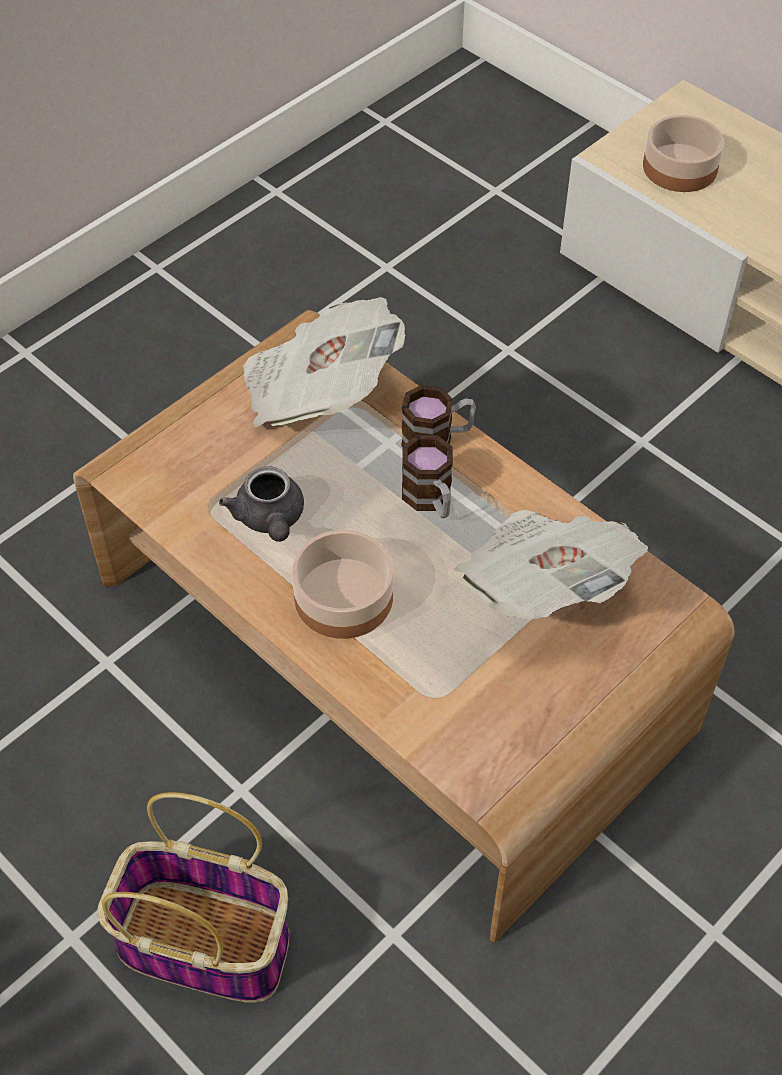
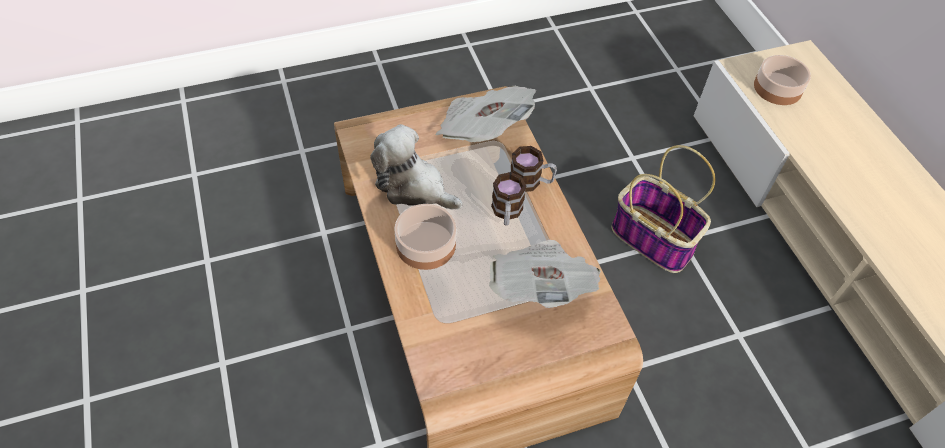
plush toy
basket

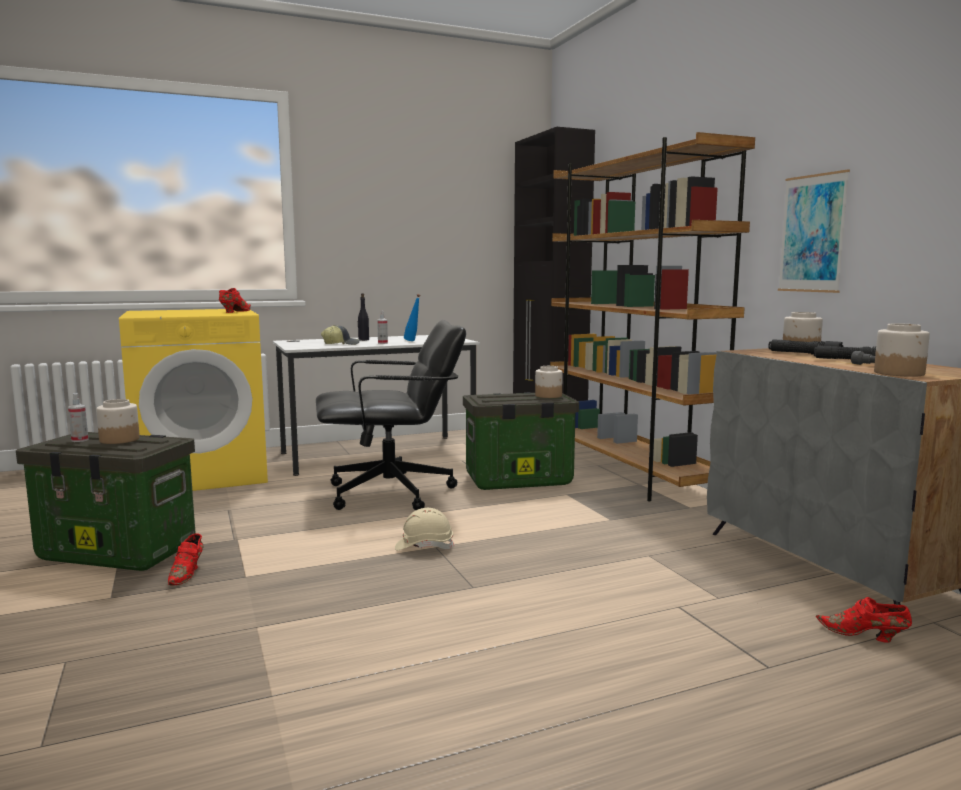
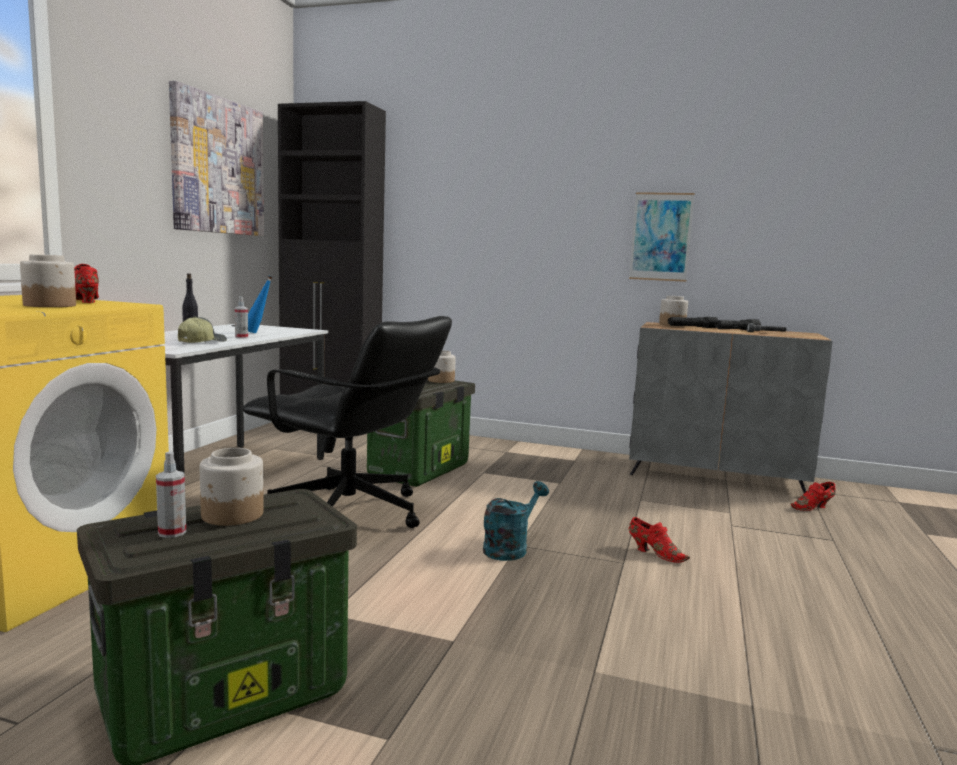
brown bookcase
black office chair
jar (1st from left)
turquoise watering can
red shoe (2nd from left)
picture (1st from left)

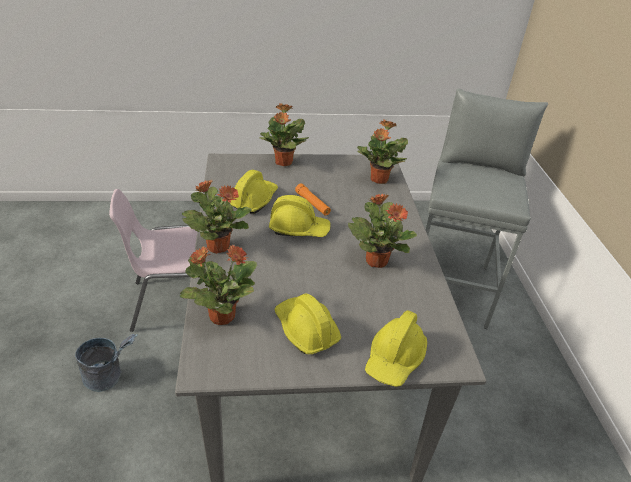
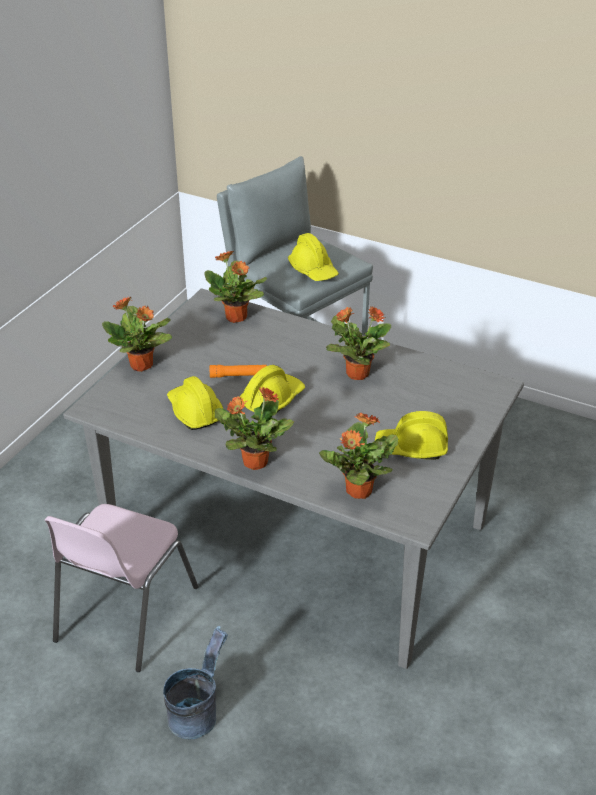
yellow hard hat (3rd from left)

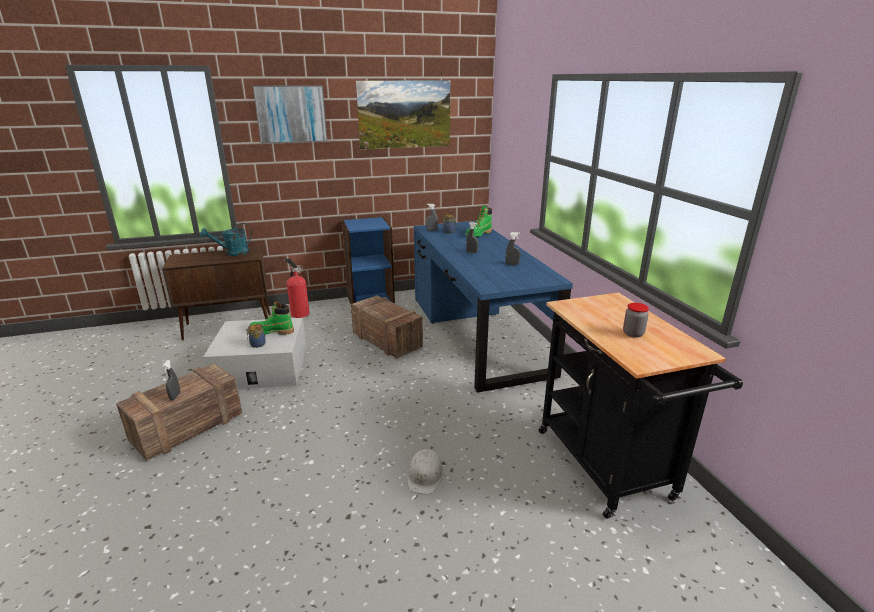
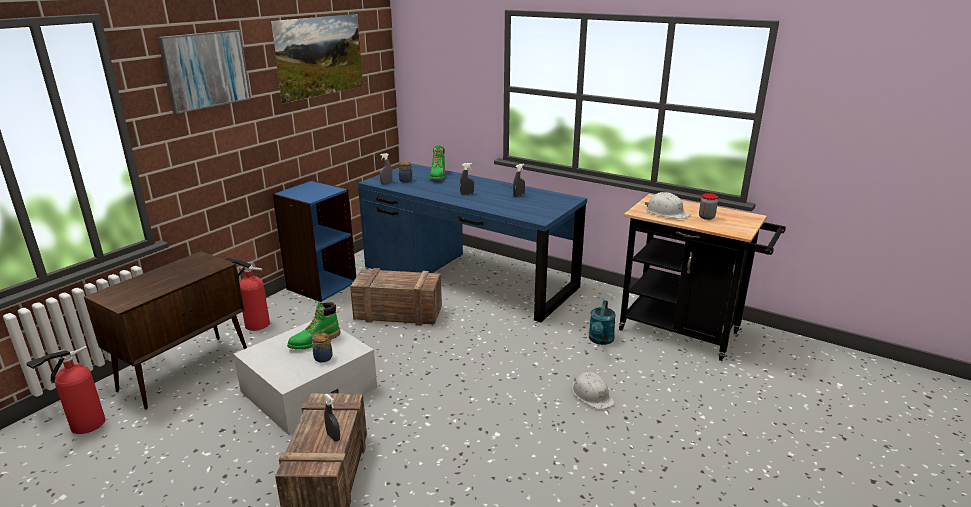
turquoise watering can
white hard hat (2nd from left)
fire extinguisher (1st from left)

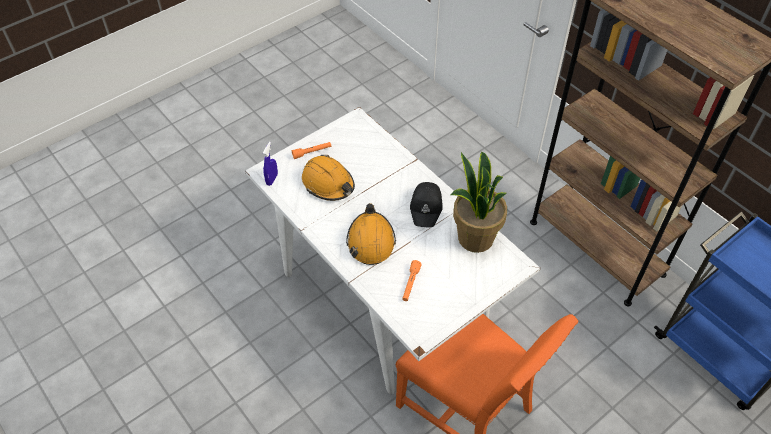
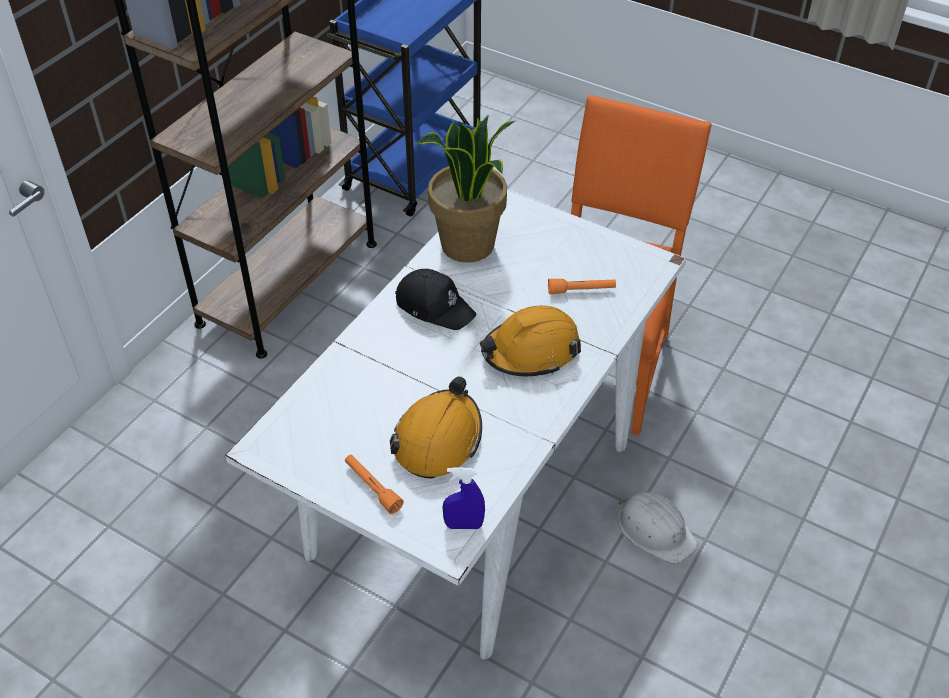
black cap
white hard hat

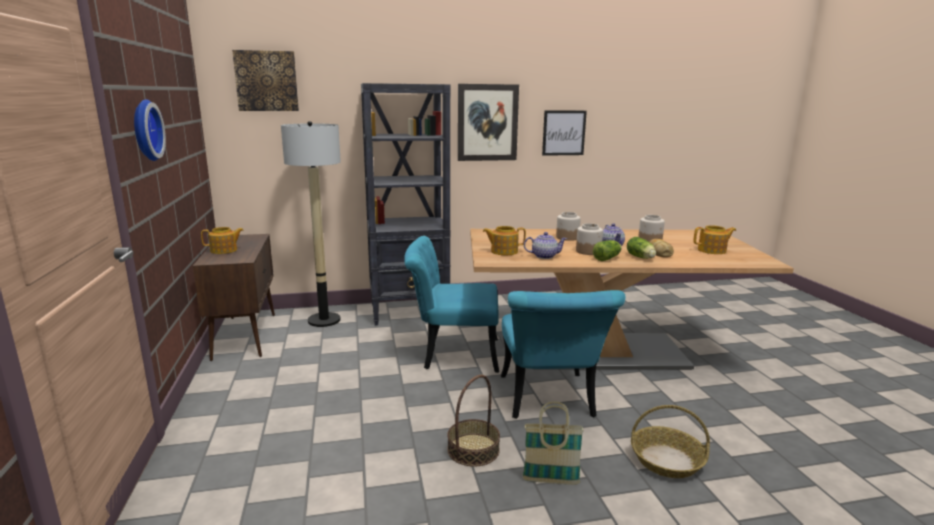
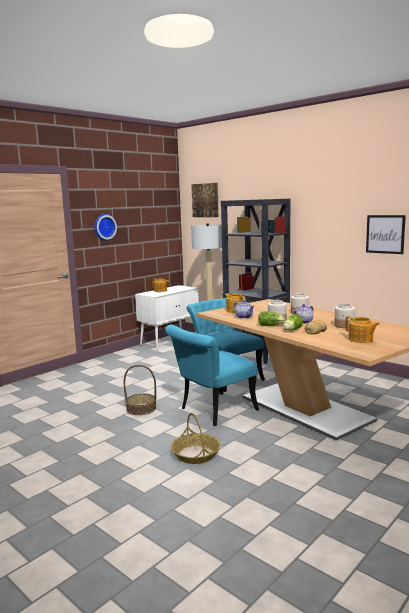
picture (2nd from left in the first image)
white cabinet
basket (2nd from left in the first image)

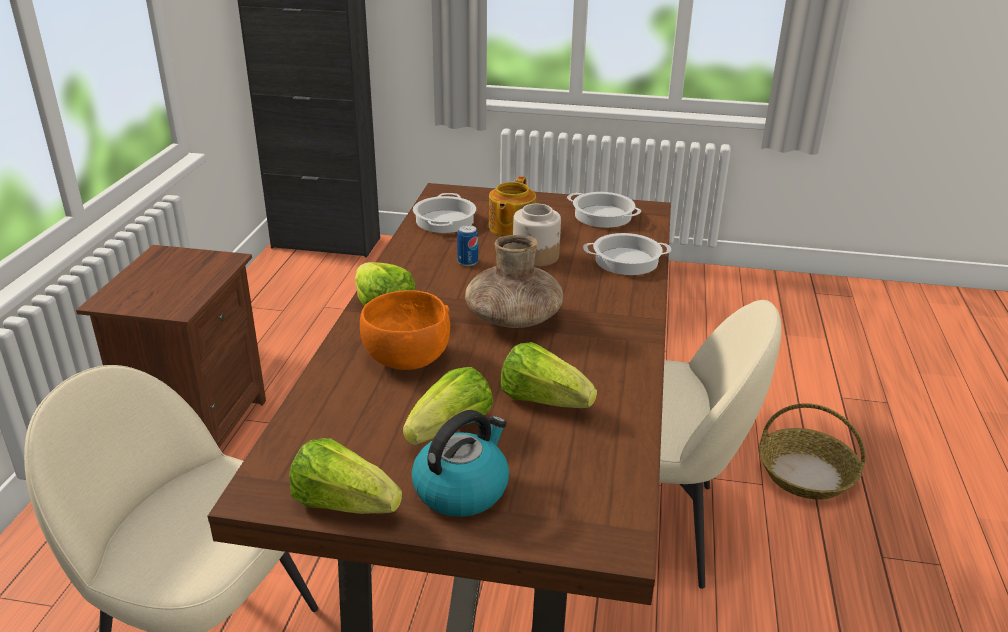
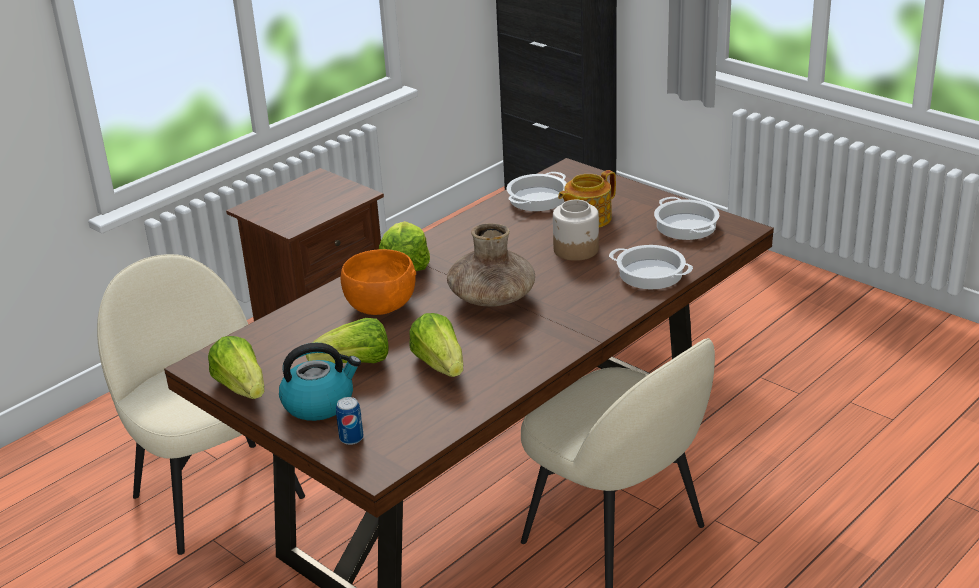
can
basket

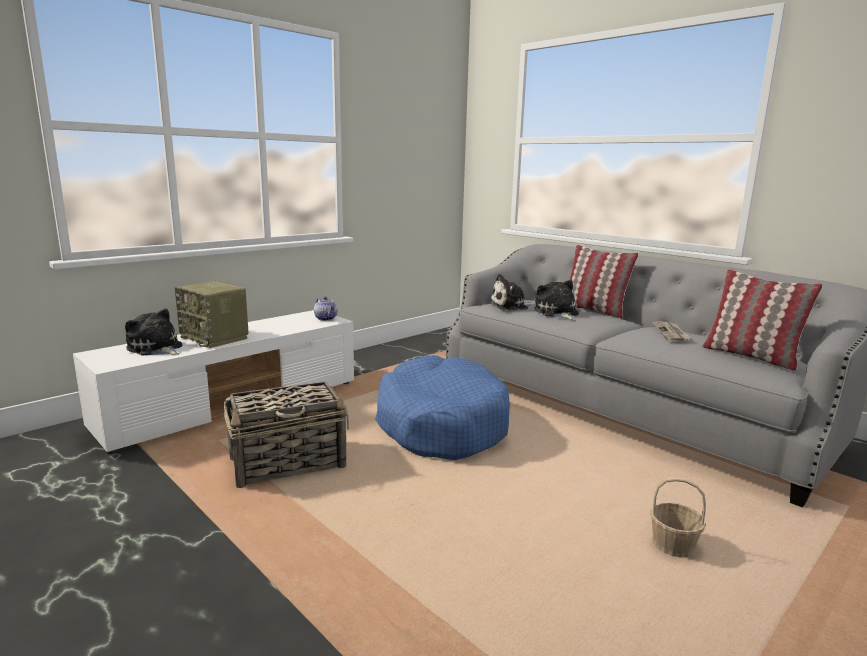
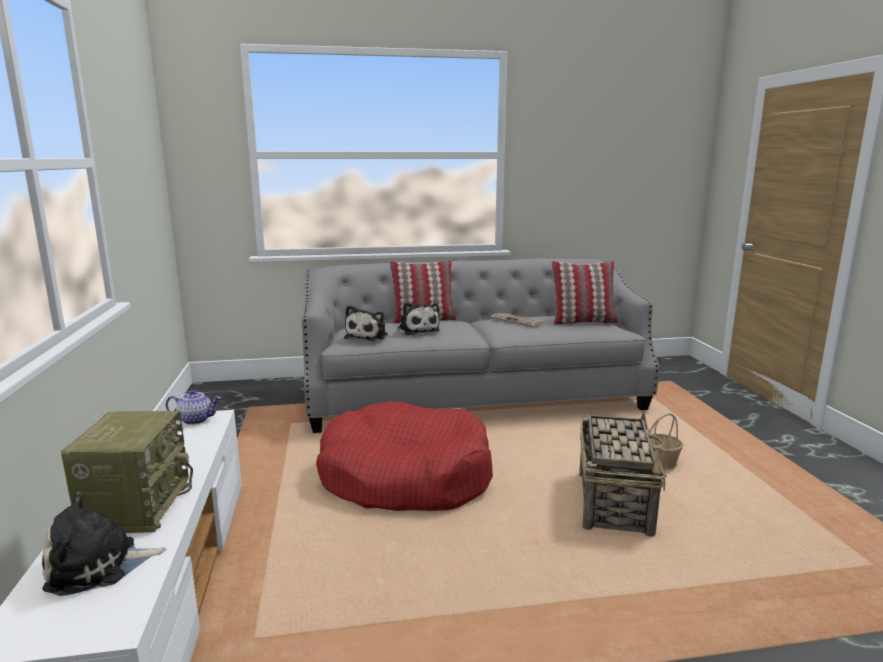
plush toy (3rd from left)
radio
red dog bed
basket (1st from left)

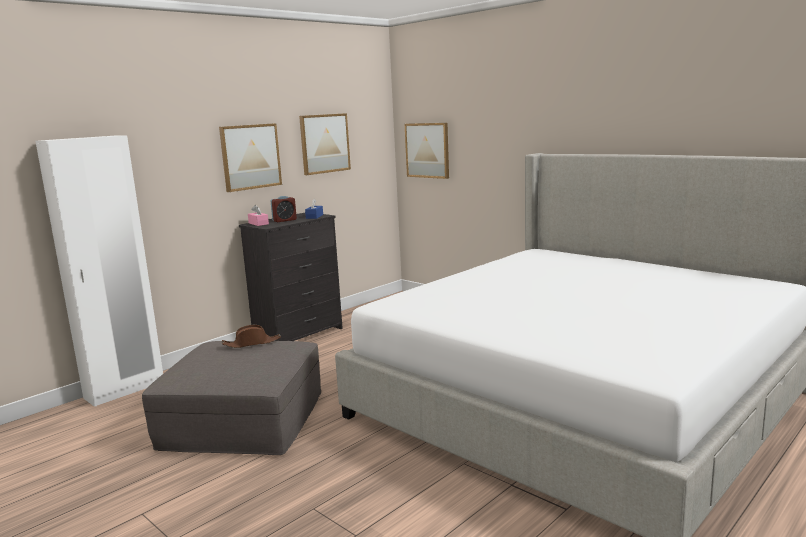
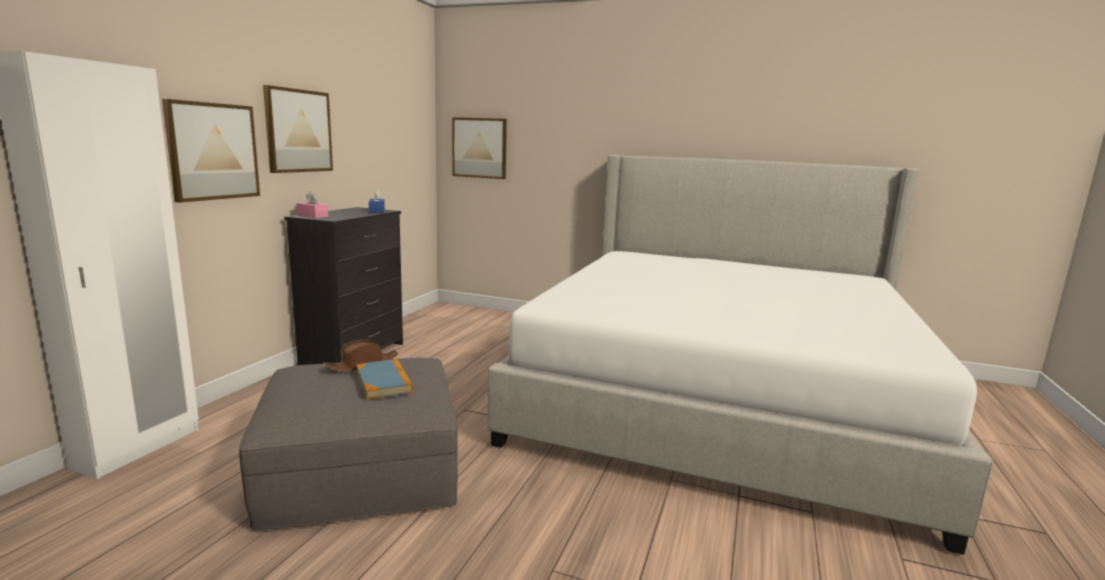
picture (1st from left)
alarm clock
book

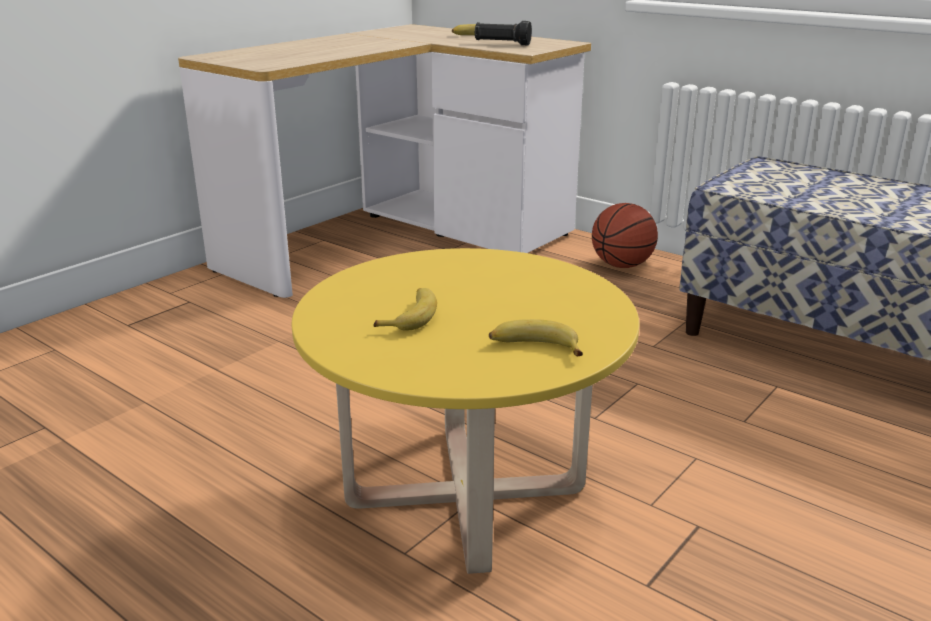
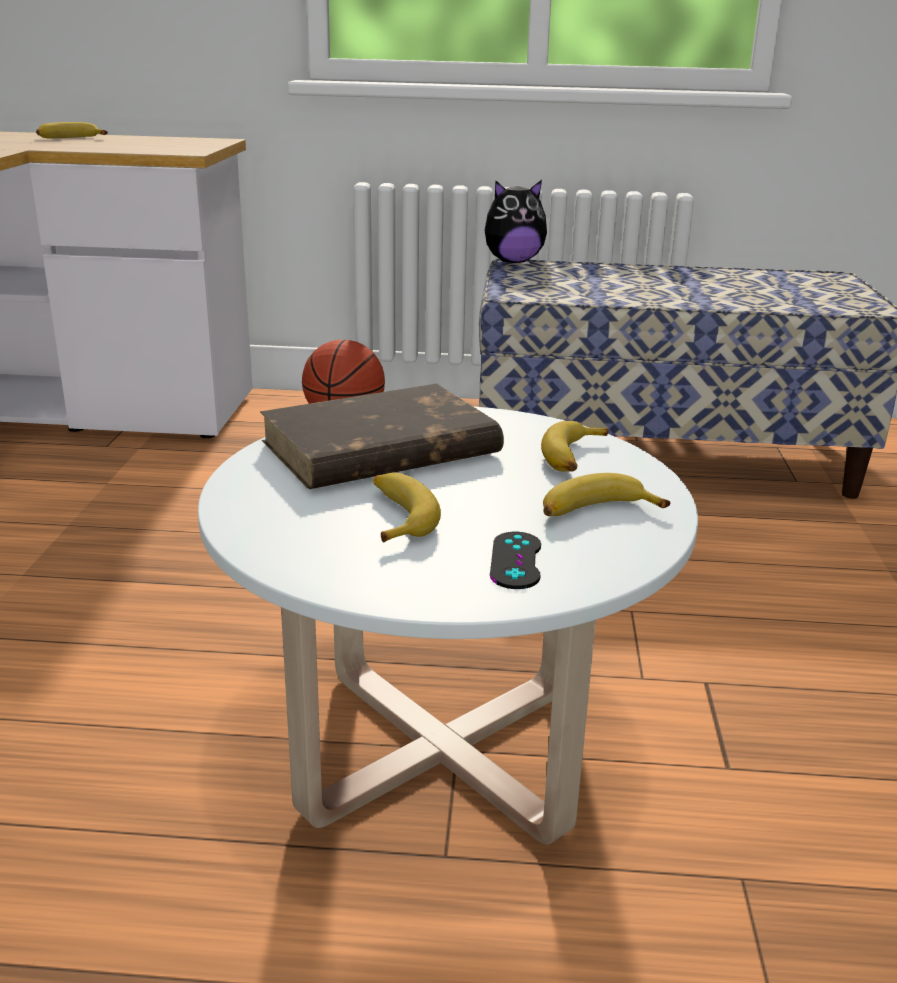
black flashlight
white coffee table
plush toy
brown book
banana (3rd from left)
black game controller

